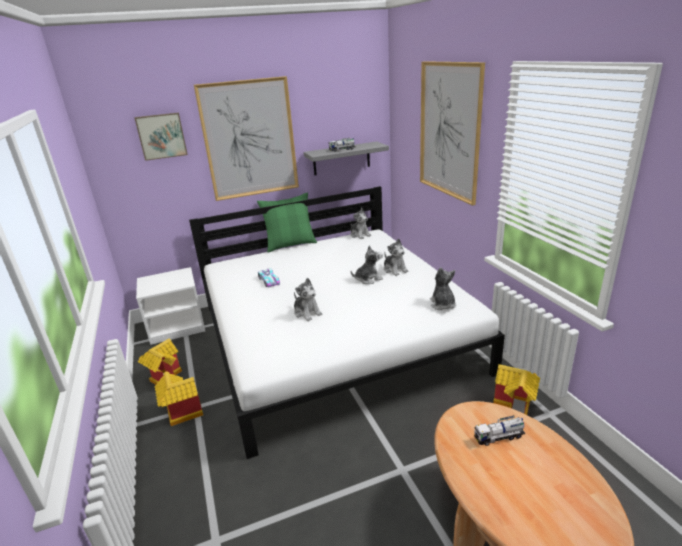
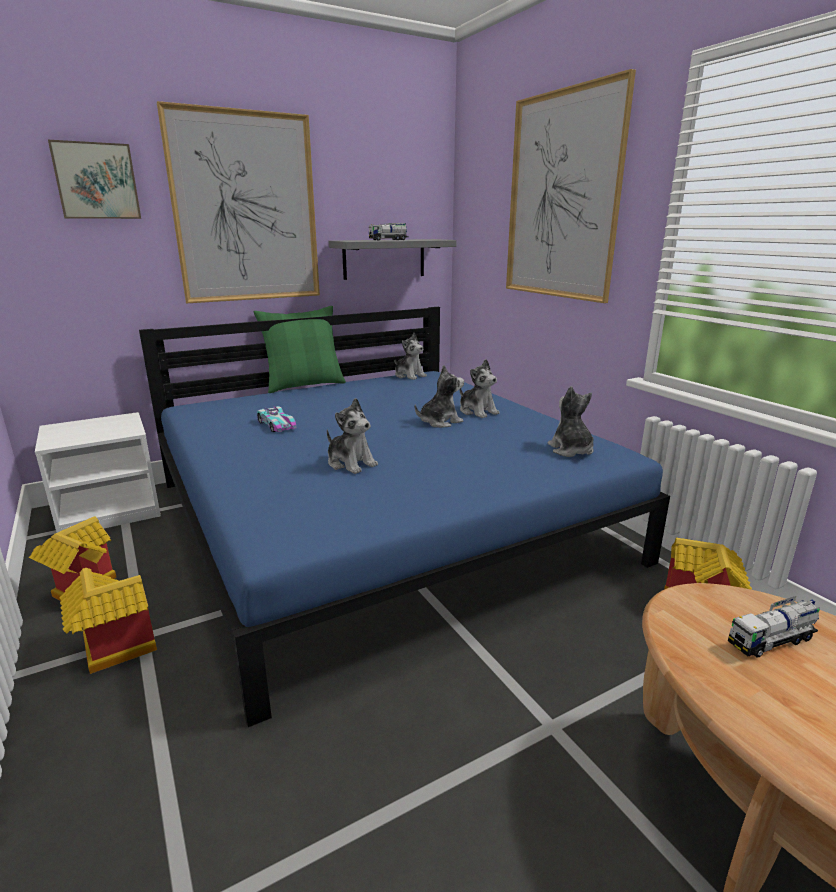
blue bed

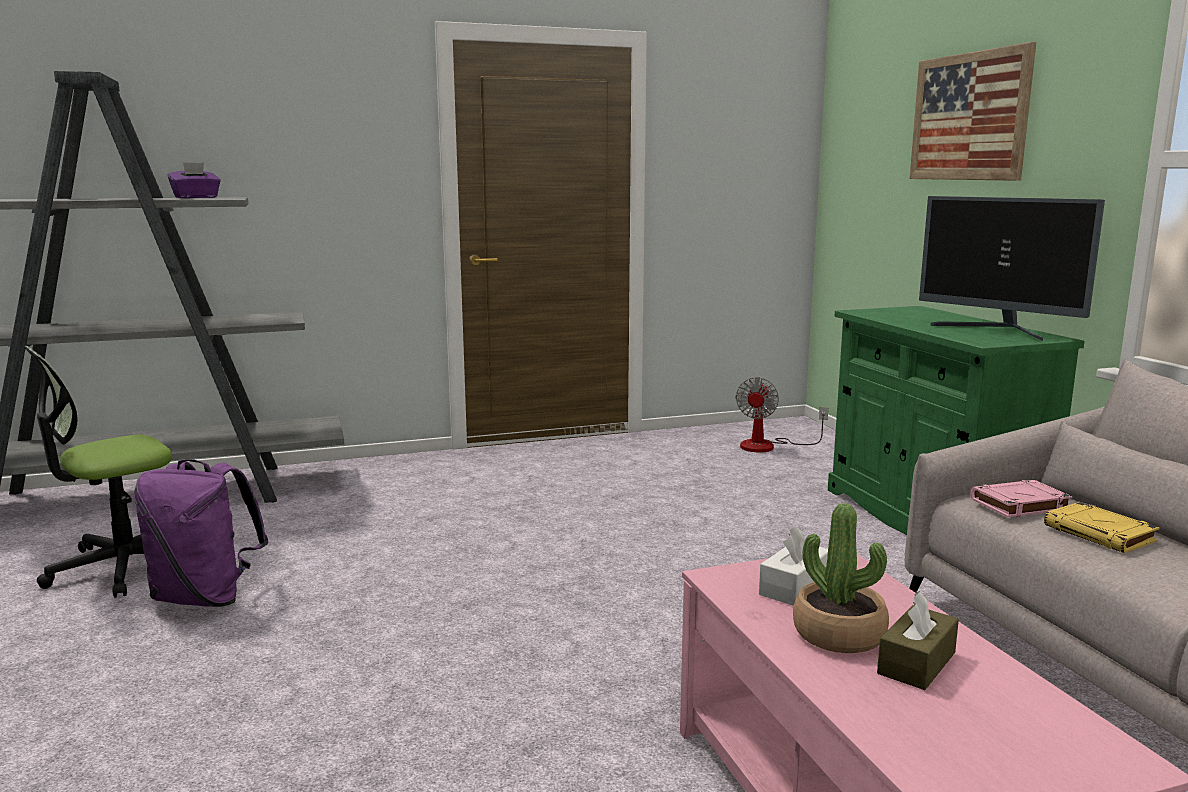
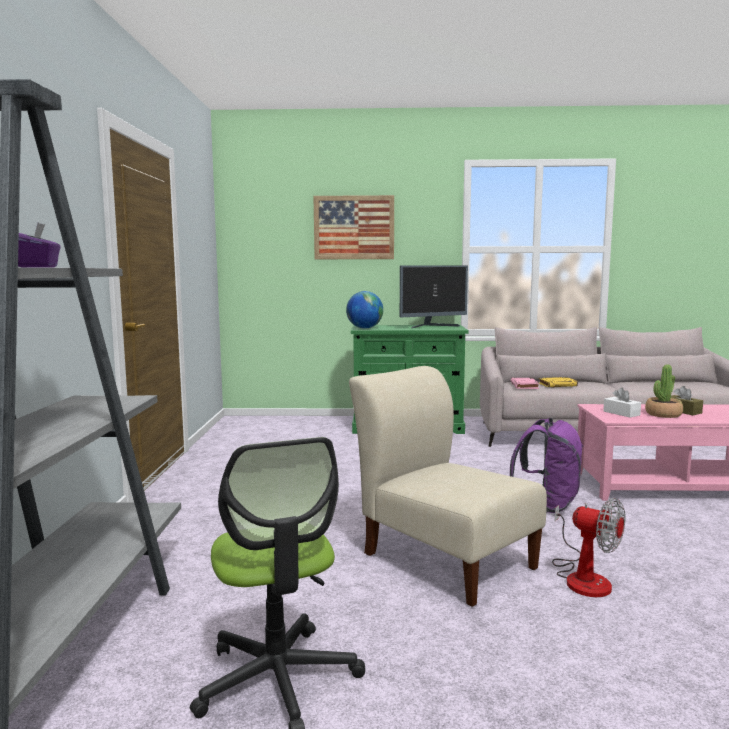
fan
purple backpack
globe
beige chair

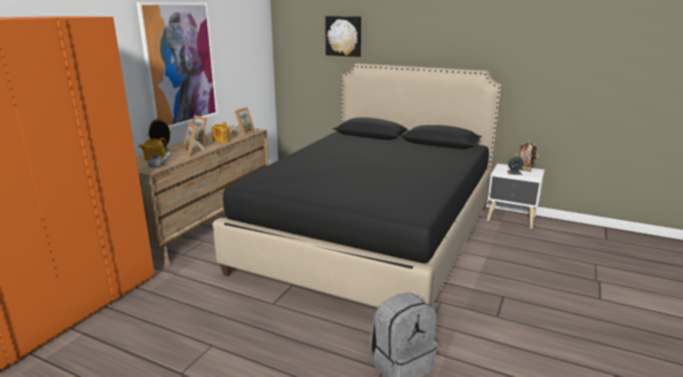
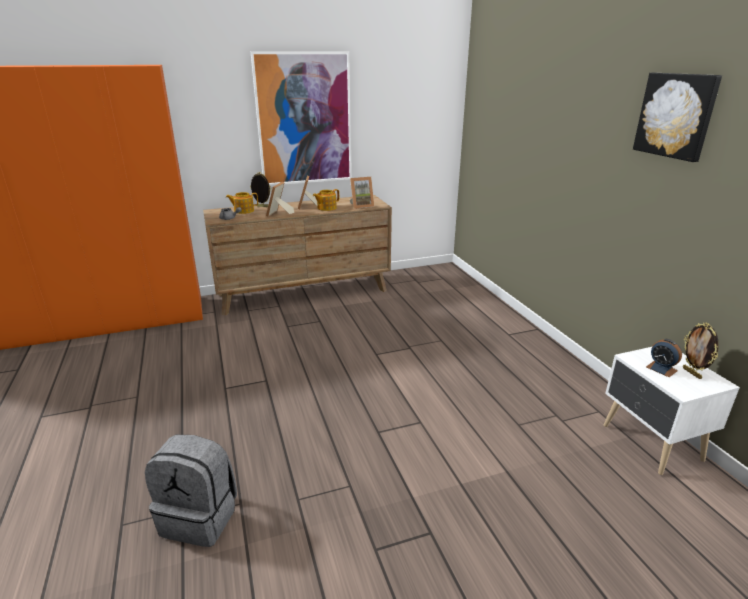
picture (2nd from left)
black bed

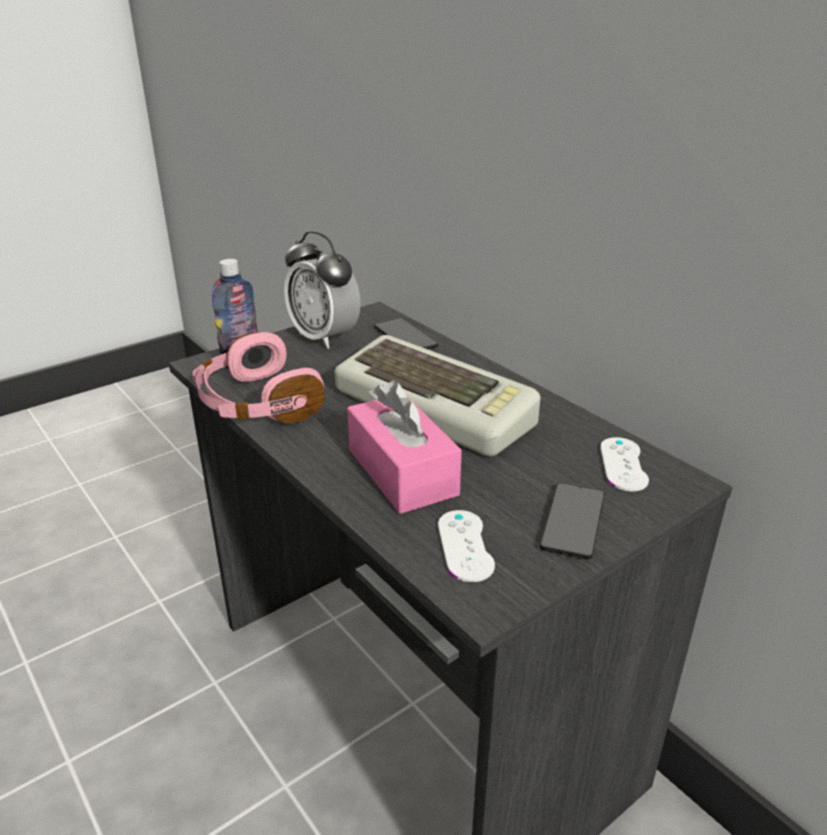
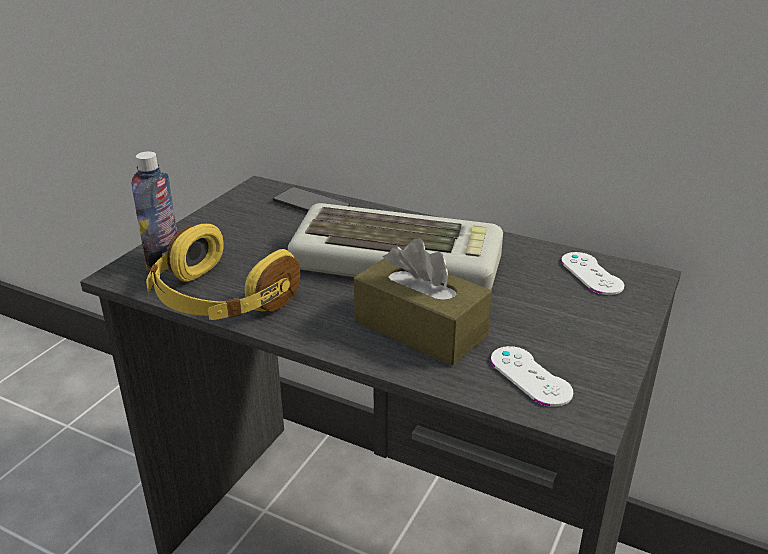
alarm clock
yellow headphones
brown tissue box
phone (2nd from left in the first image)

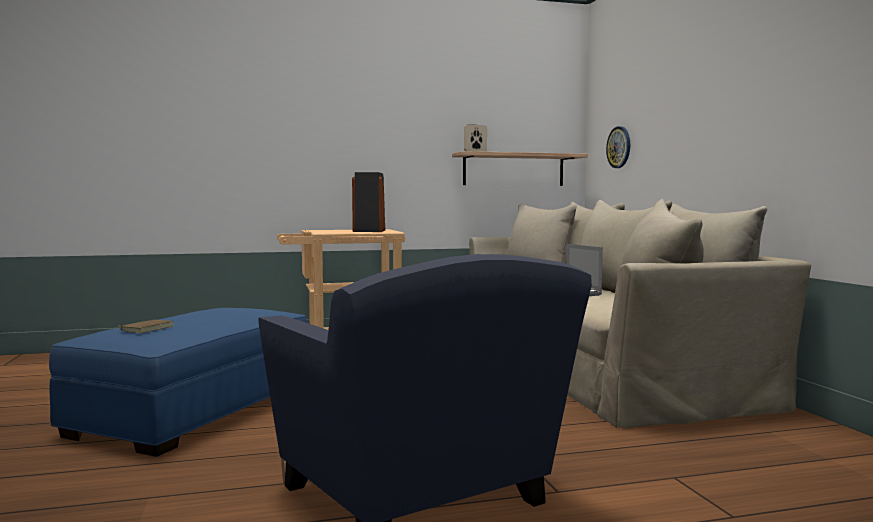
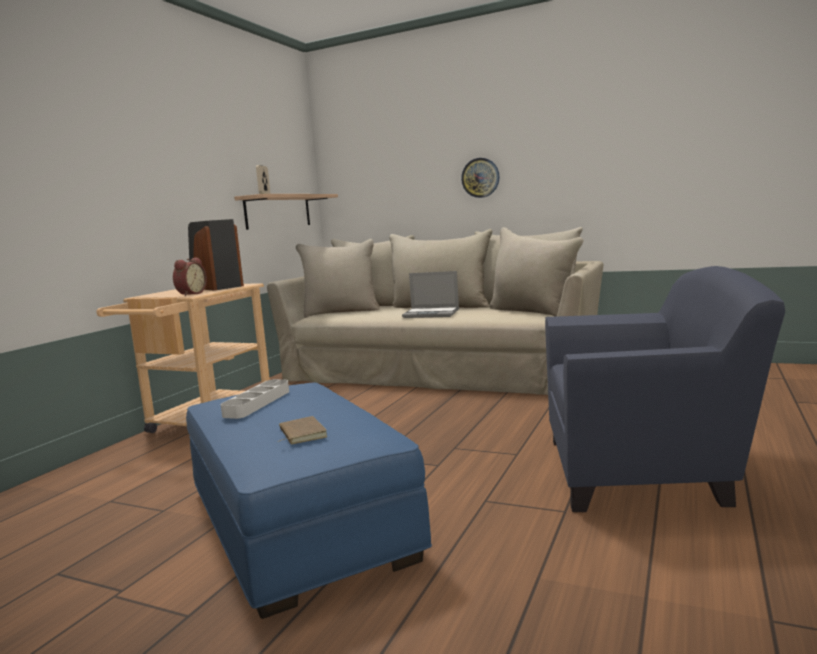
wall clock
alarm clock
grey tray

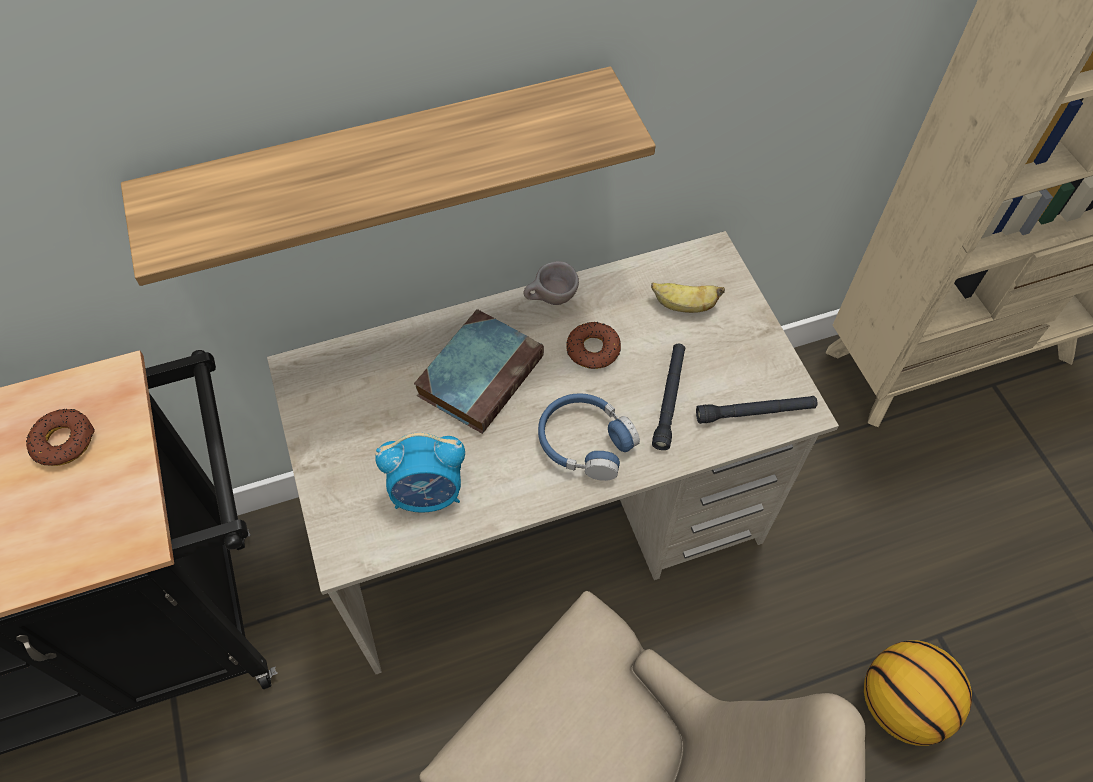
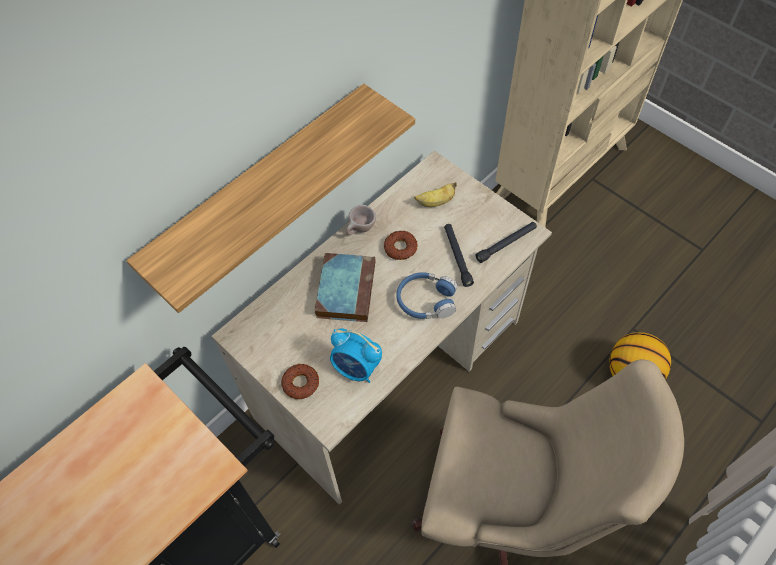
donut (1st from left)
alarm clock

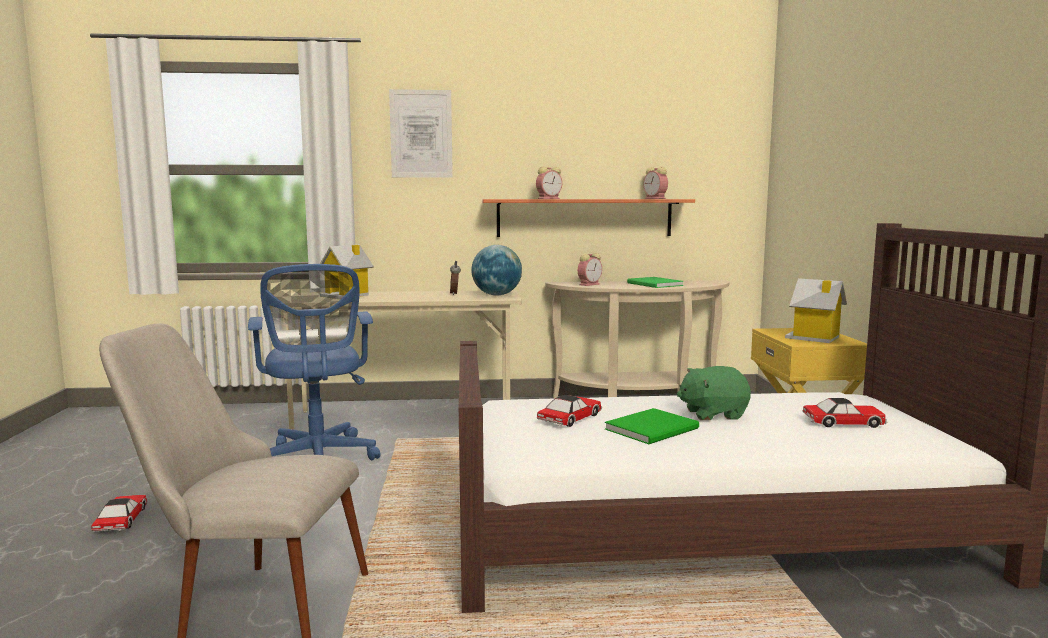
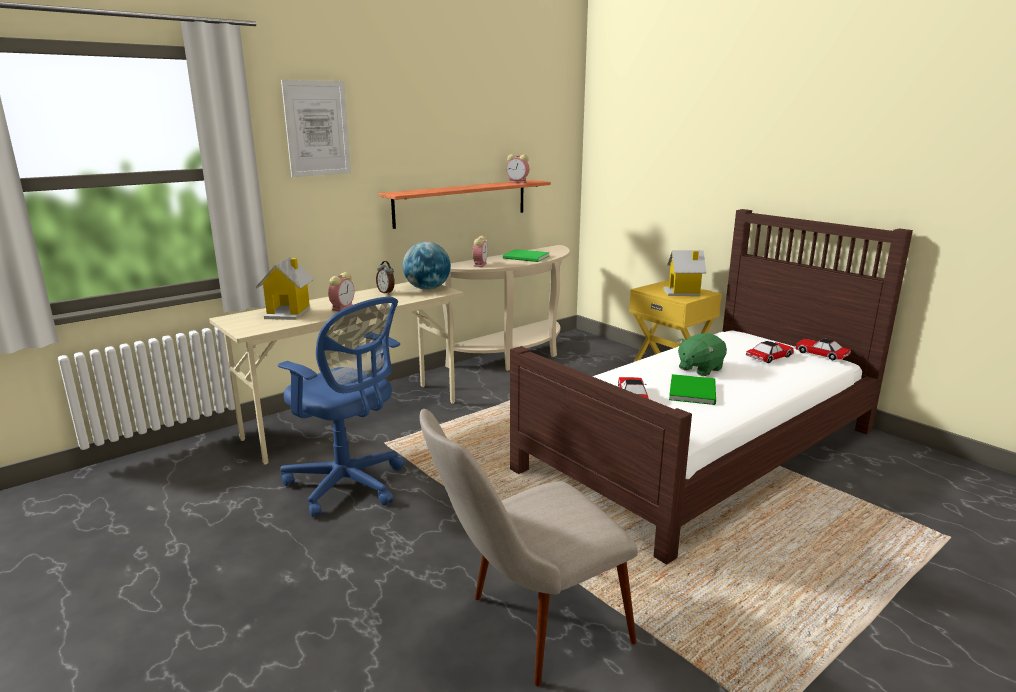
alarm clock (1st from left)
toy car (3rd from left)

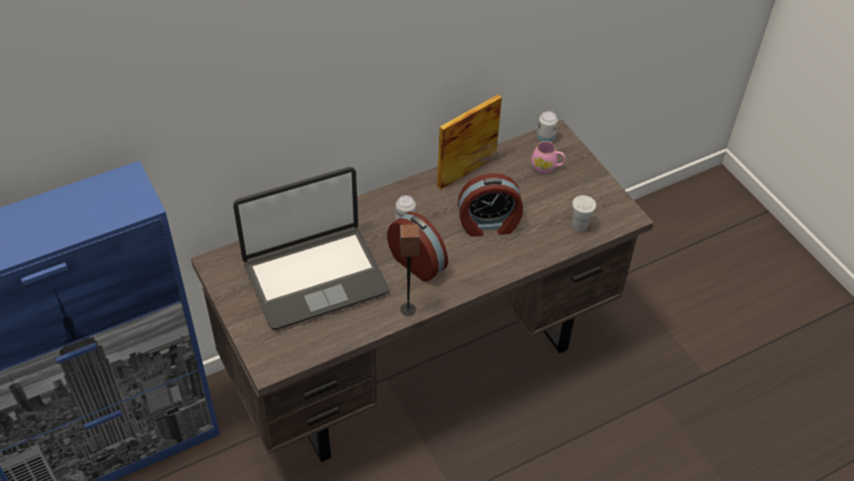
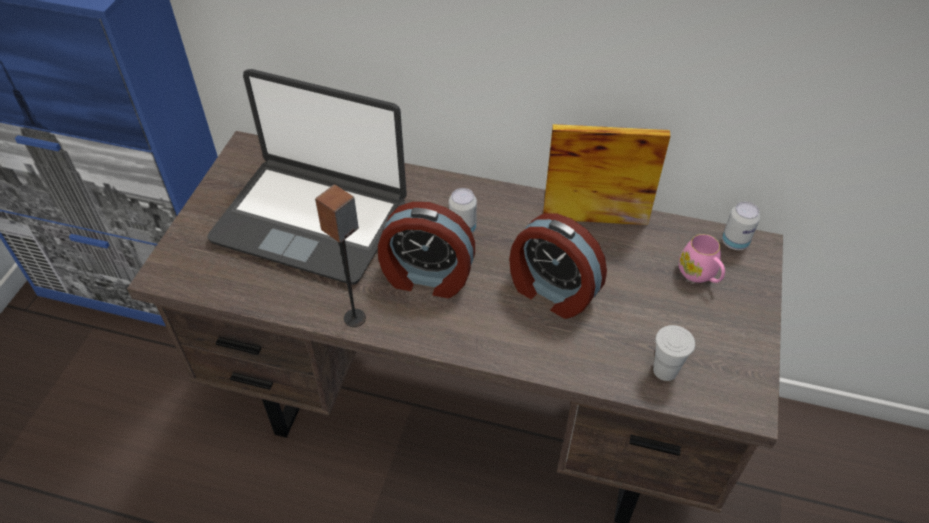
alarm clock (1st from left)

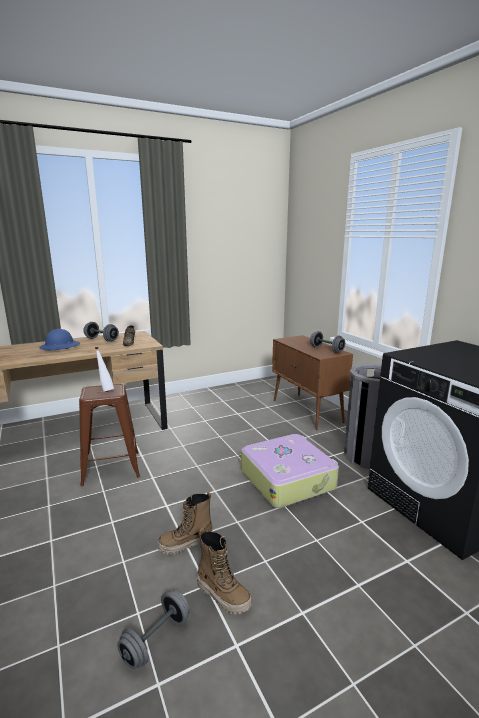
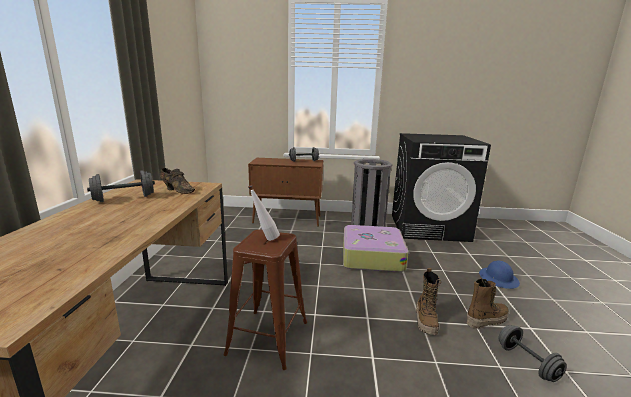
blue hard hat

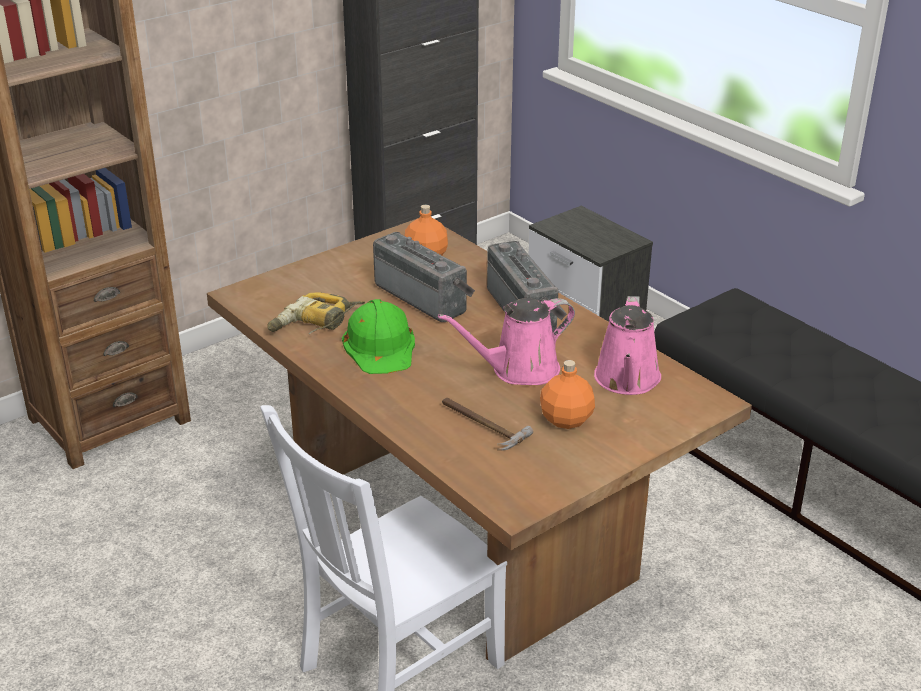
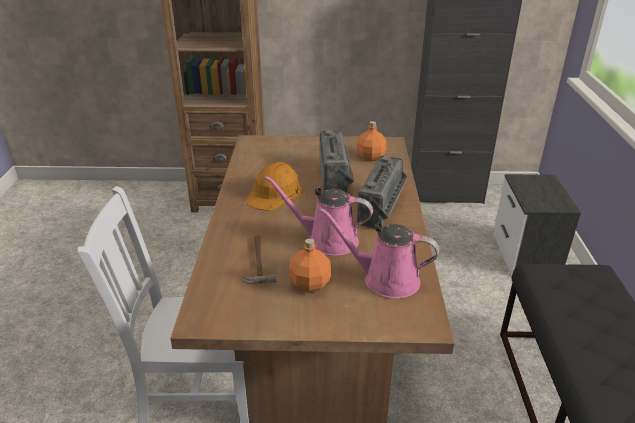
power drill
pink watering can (2nd from left)
orange hard hat

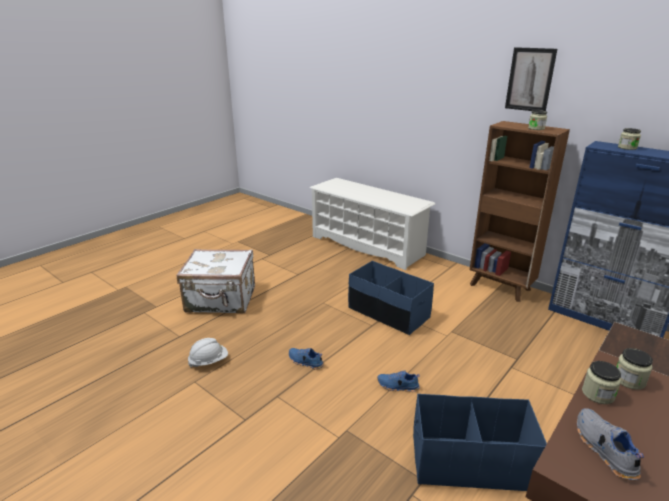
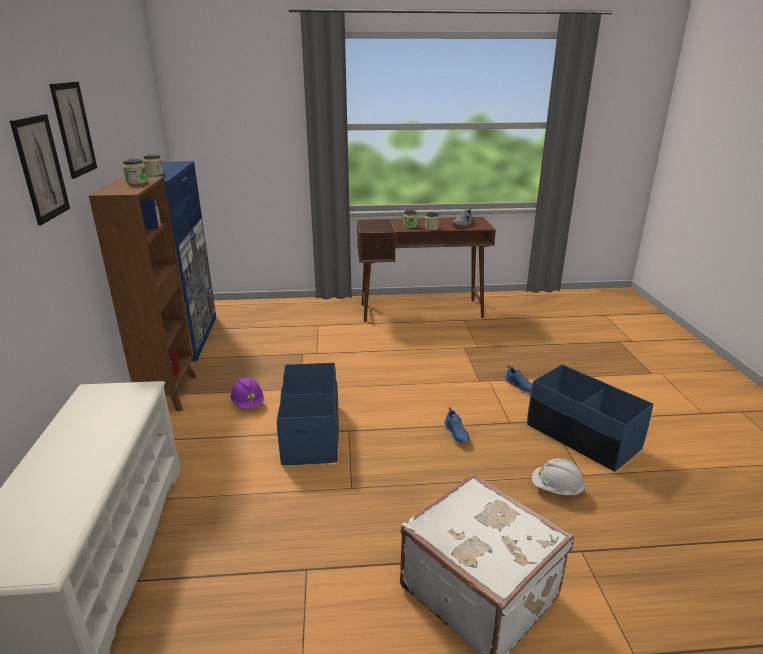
blue shoe (2nd from left)
blue storage box (2nd from left)
picture (1st from left)
purple hard hat

